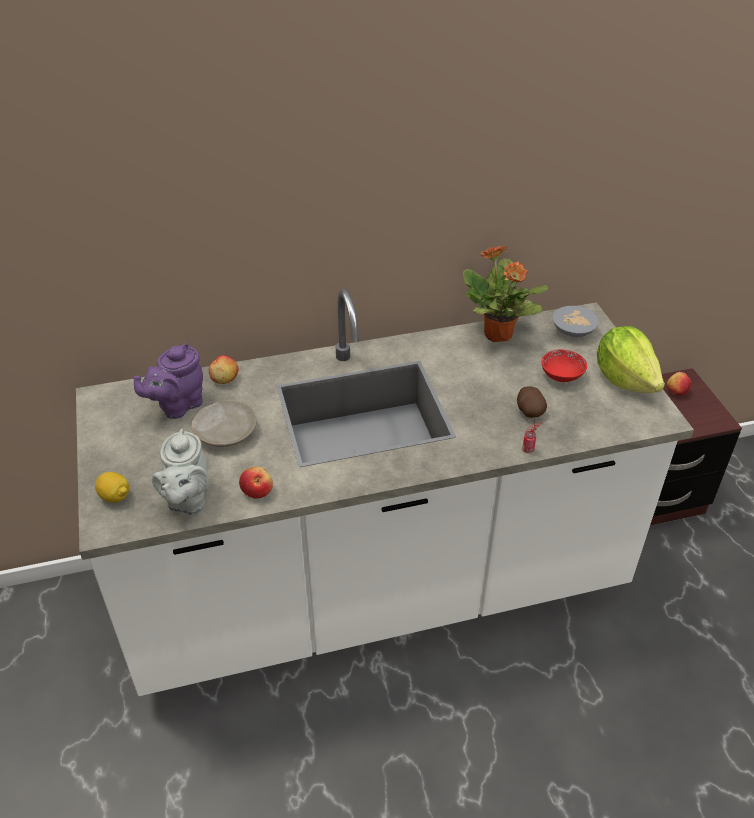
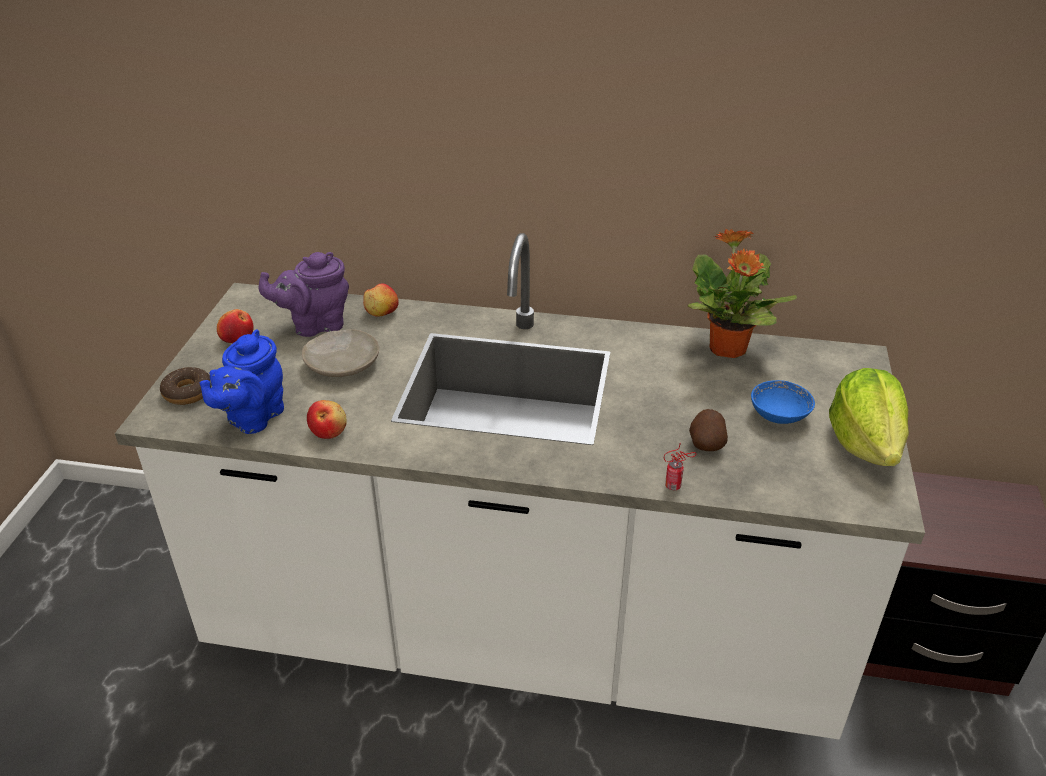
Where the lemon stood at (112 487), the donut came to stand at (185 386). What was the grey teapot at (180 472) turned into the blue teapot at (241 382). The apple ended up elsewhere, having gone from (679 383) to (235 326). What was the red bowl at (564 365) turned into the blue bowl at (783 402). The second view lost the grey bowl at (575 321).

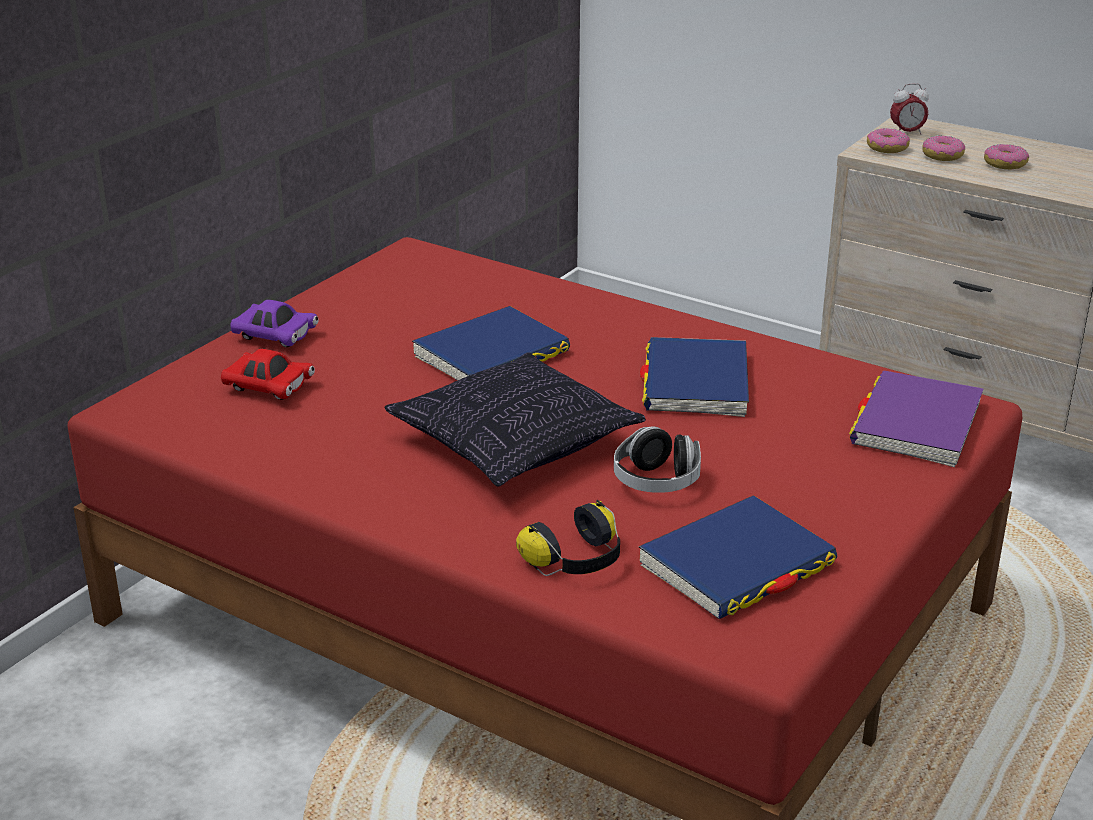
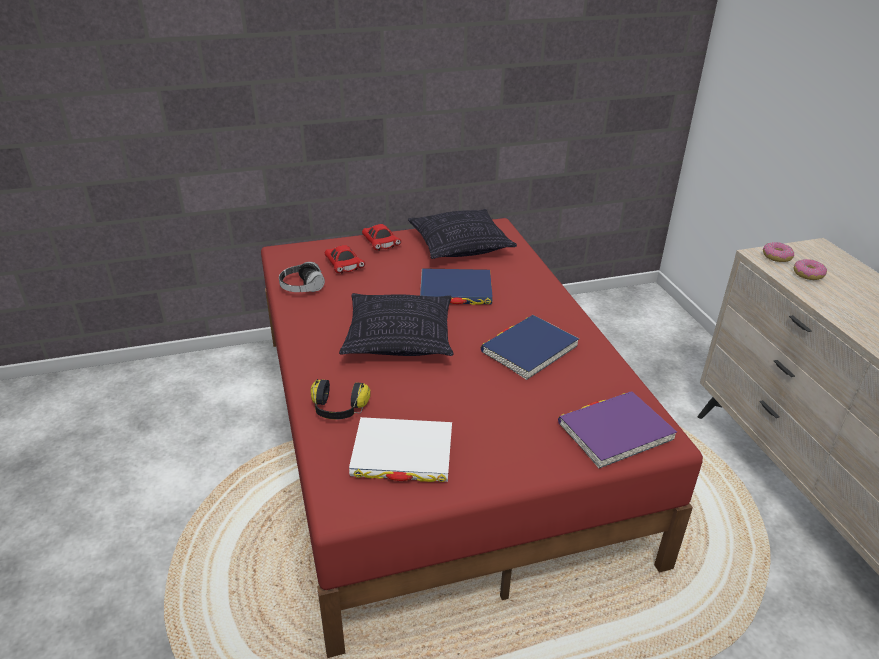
The headphones ended up elsewhere, having gone from (657 459) to (302 277). What was the blue book at (738 557) turned into the white book at (400 449). What was the purple toy car at (274 323) turned into the red toy car at (381 237). The second view gained the pillow at (462 234). The second view lost the alarm clock at (909 108). The second view lost the donut at (1006 156).

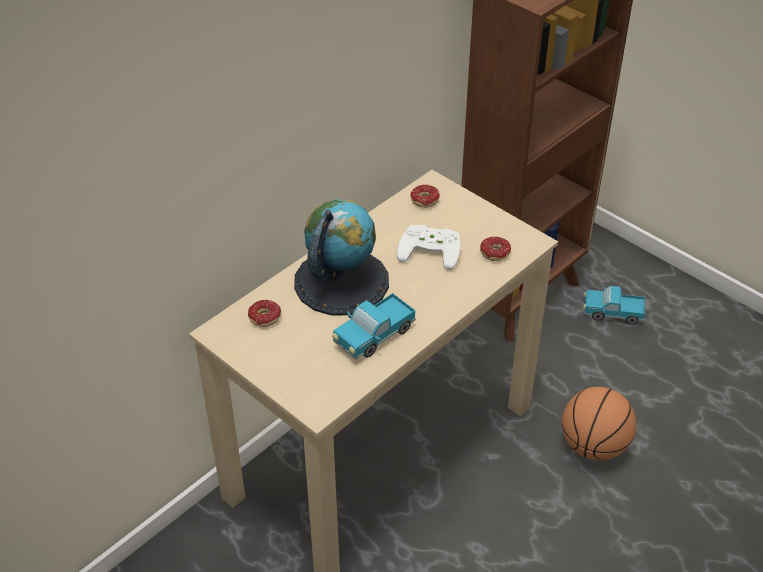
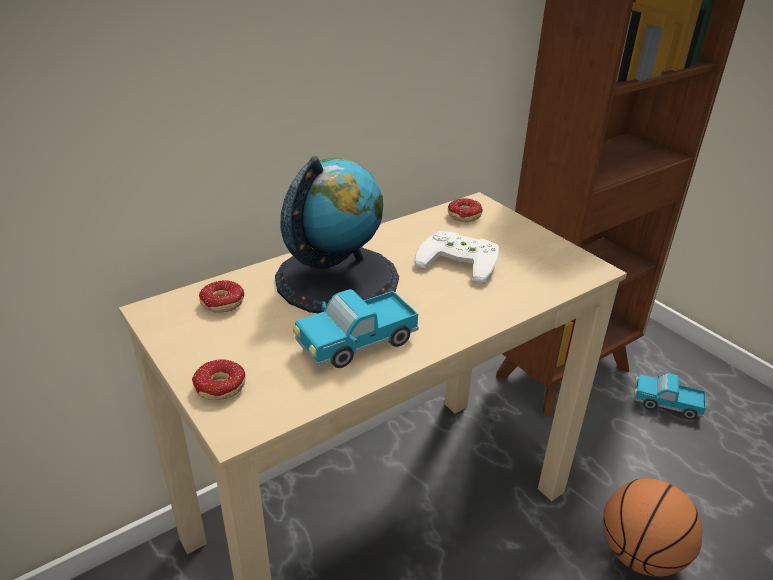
The donut ended up elsewhere, having gone from (495 249) to (219 379).

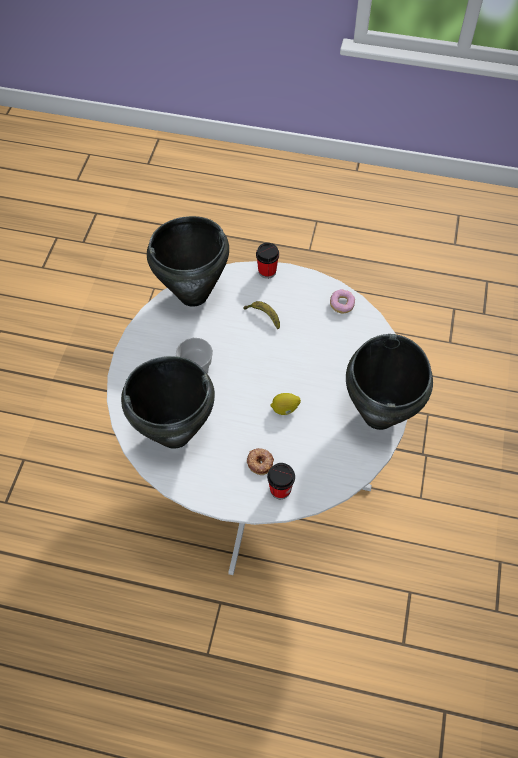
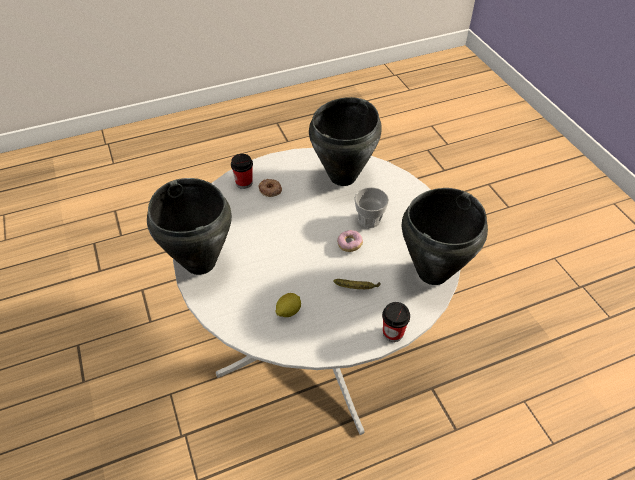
The lemon ended up elsewhere, having gone from (285 404) to (288 305). The donut ended up elsewhere, having gone from (342 301) to (350 241).

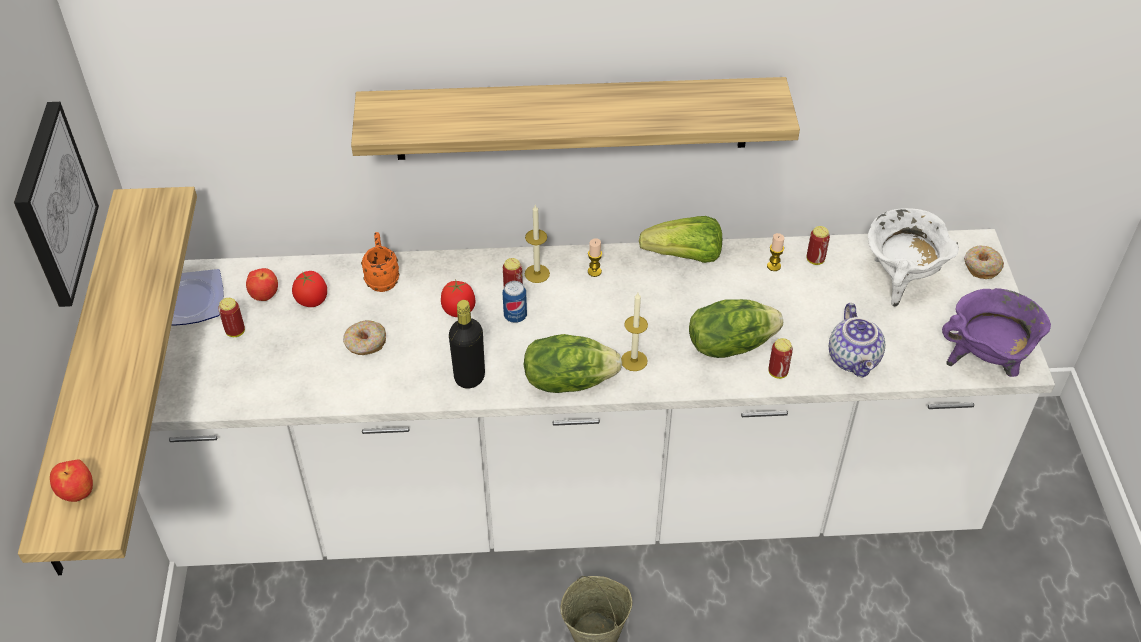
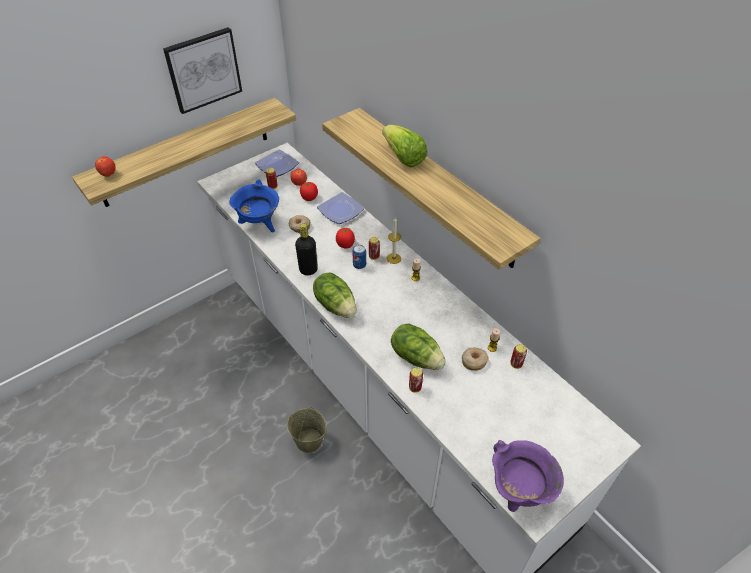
The second view gained the blue cooking pot at (254 205). Where the orange mug stood at (380 262), the plate came to stand at (341 208). The lettuce ended up elsewhere, having gone from (680 239) to (404 146). The donut ended up elsewhere, having gone from (984 262) to (475 359). The second view lost the candle at (634 332). The second view lost the teapot at (857 340). The second view lost the white cooking pot at (913 257).

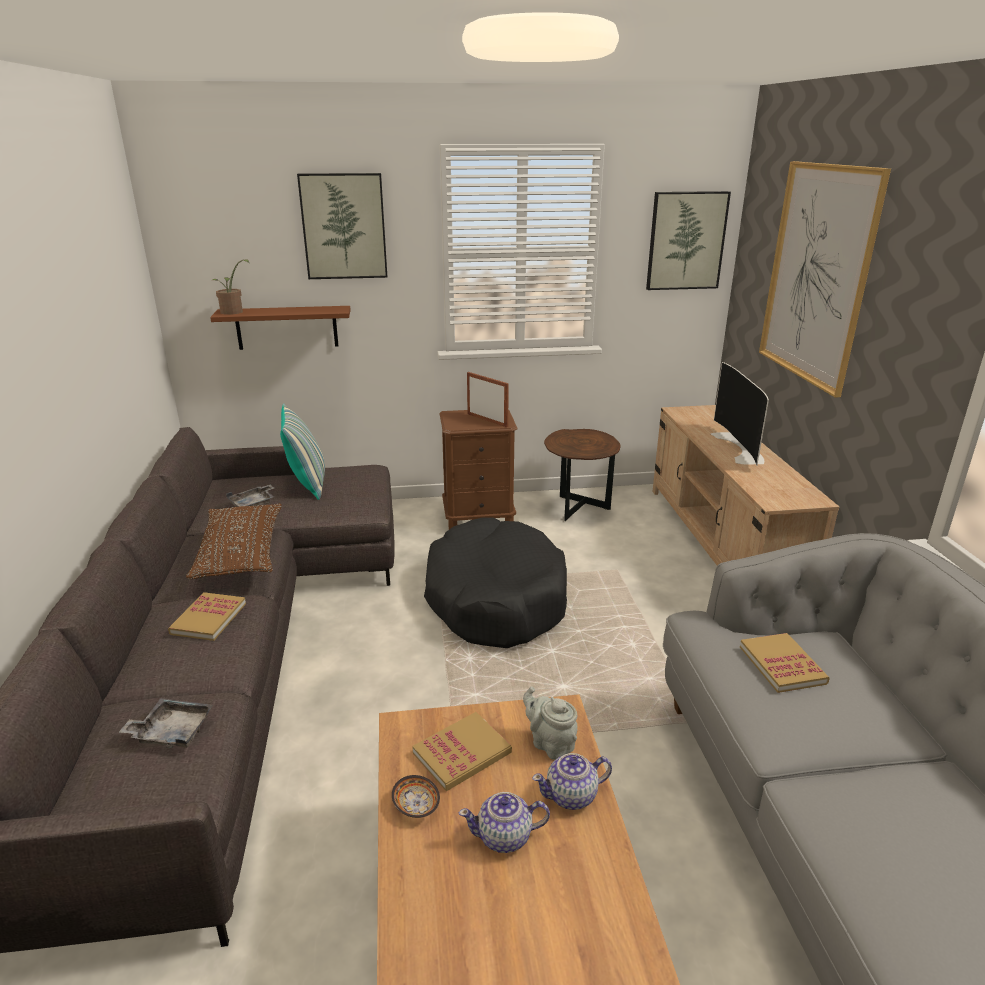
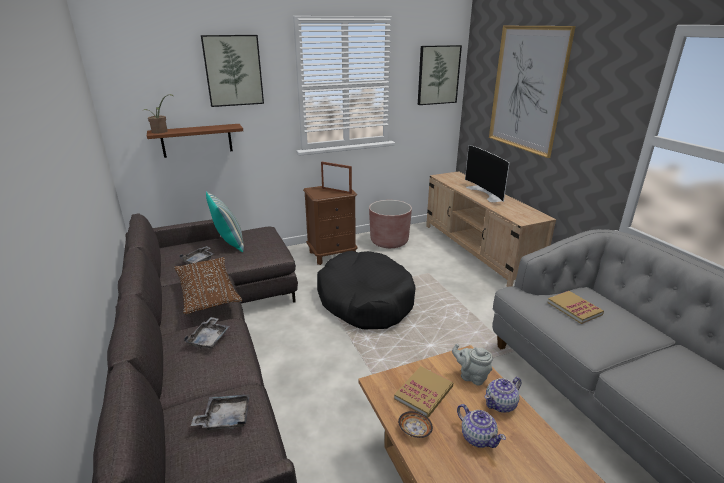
Where the book stood at (207 616), the grey tray came to stand at (207 333). Where the brown side table stood at (582 475), the brown planter came to stand at (390 224). The teapot at (504 822) ended up facing another way, 105 degrees counterclockwise from before.

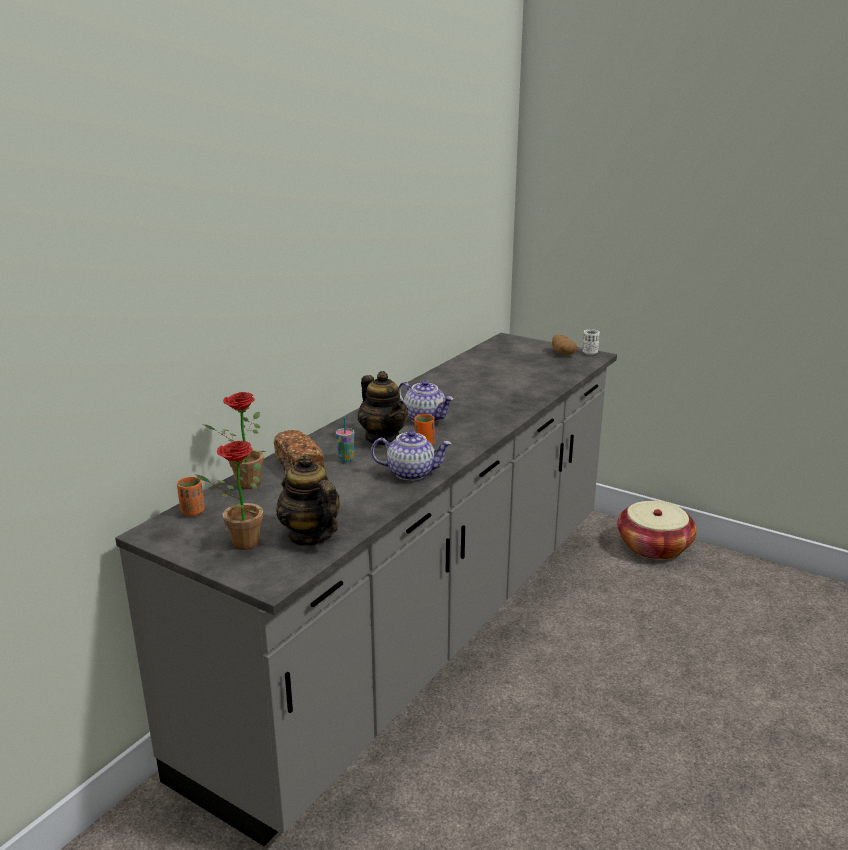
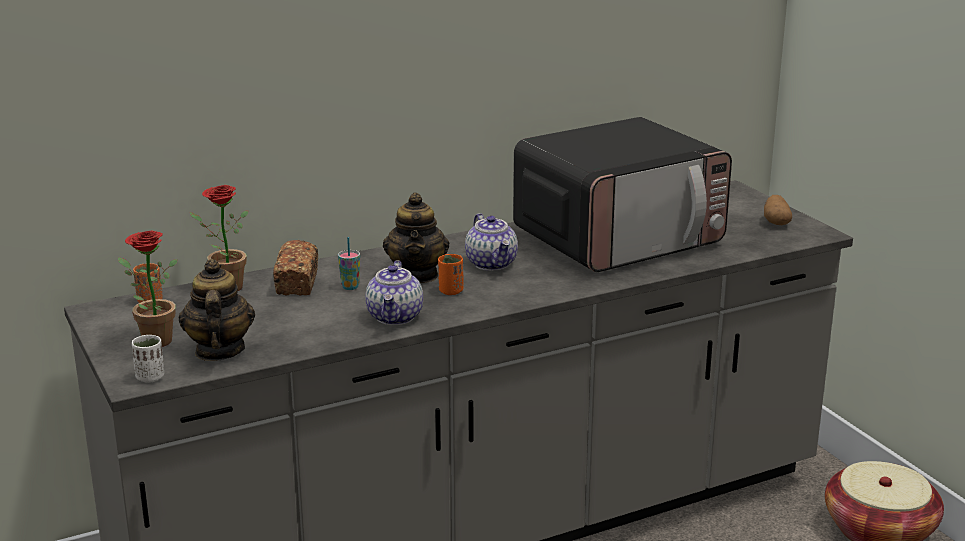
The white cup ended up elsewhere, having gone from (591 342) to (148 359). The teapot at (411 455) ended up facing another way, 60 degrees clockwise from before. The second view gained the microwave at (622 194).

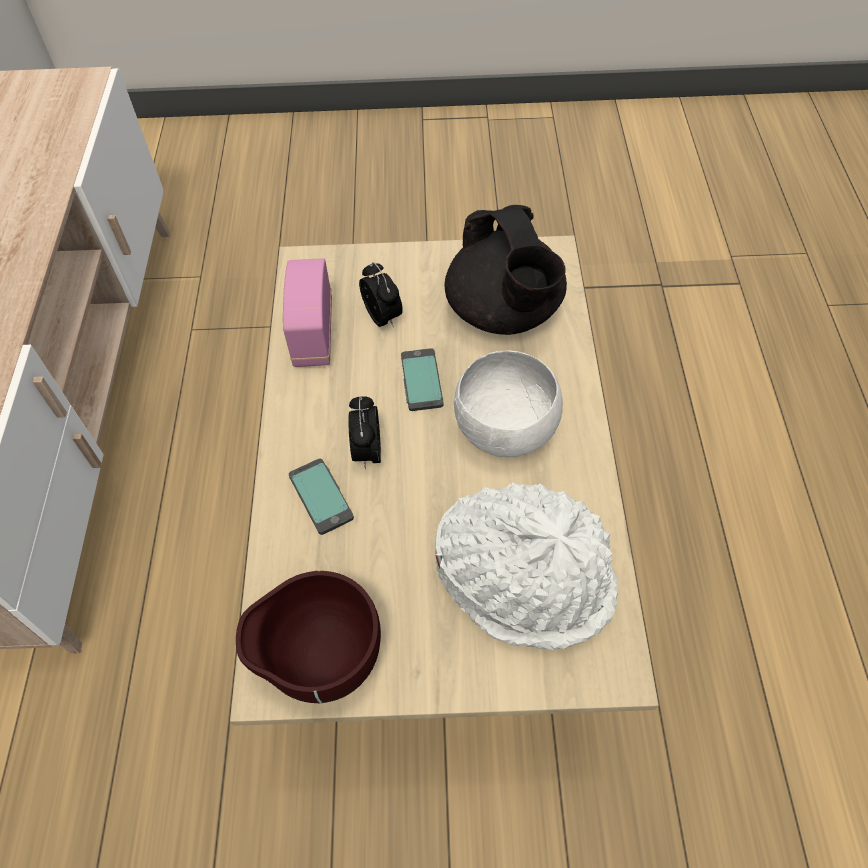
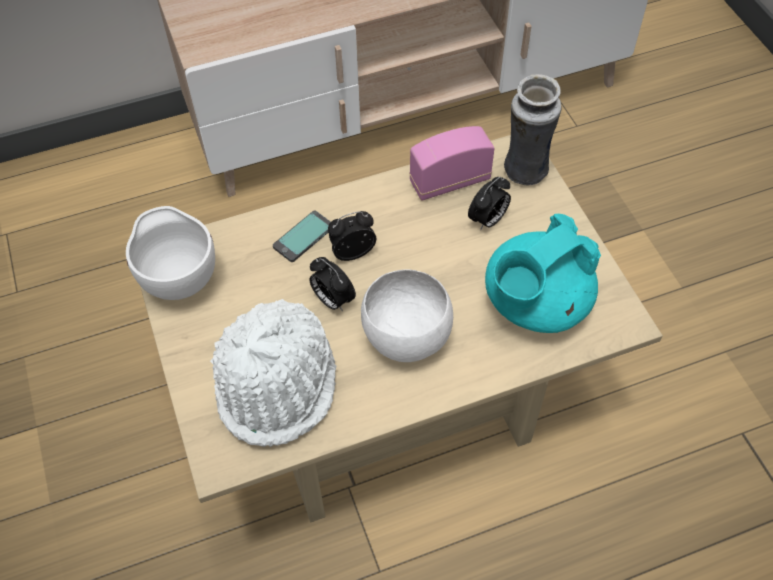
What was the brown bowl at (308 637) turned into the white bowl at (170 253). The second view gained the alarm clock at (332 284). What was the black teapot at (506 270) turned into the turquoise teapot at (543 273). The second view gained the vase at (533 129). The second view lost the phone at (422 379).

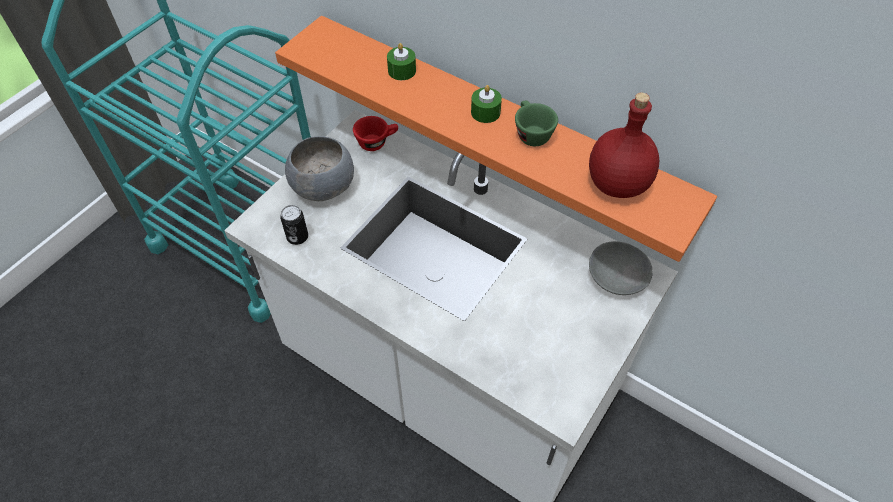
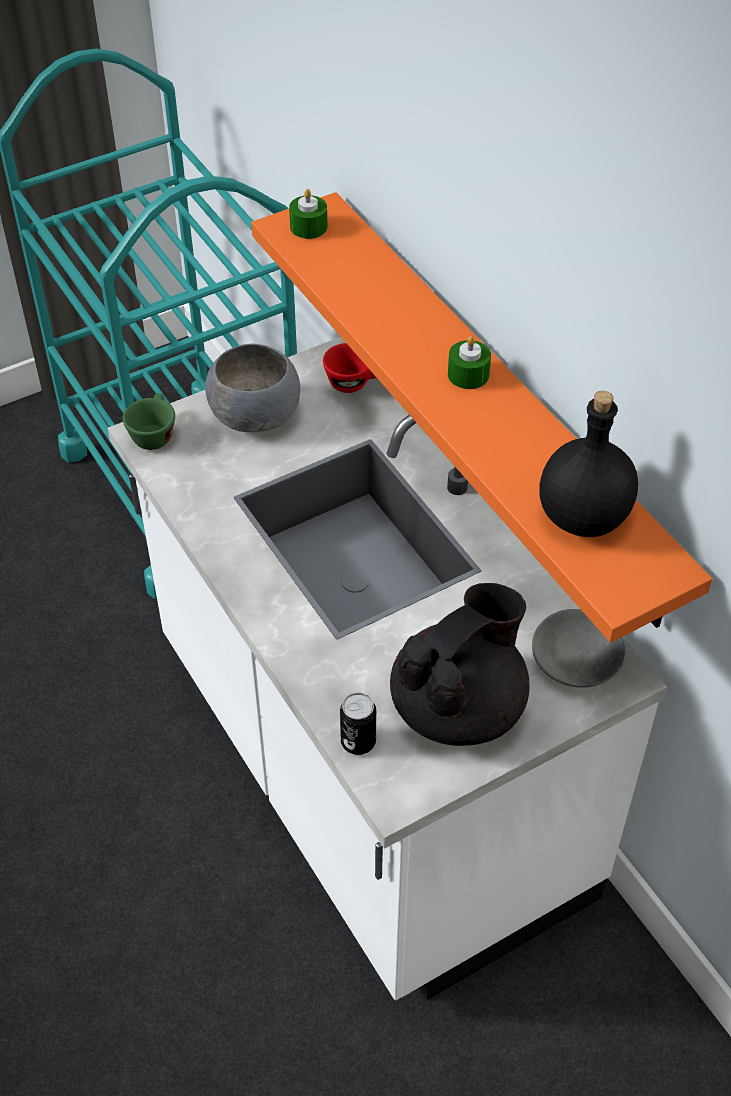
The green cup ended up elsewhere, having gone from (536 123) to (149 421). The green candle ended up elsewhere, having gone from (401 61) to (308 214). The can ended up elsewhere, having gone from (294 225) to (358 724). The second view gained the black teapot at (459 664). What was the red bottle at (624 145) turned into the black bottle at (589 464).

